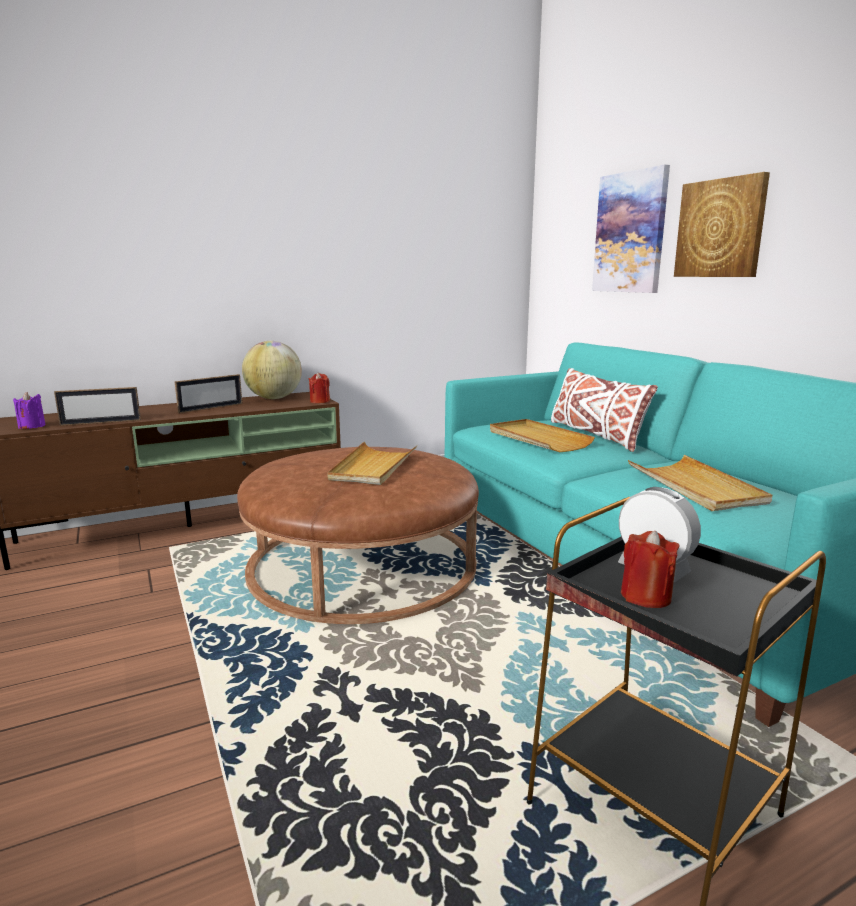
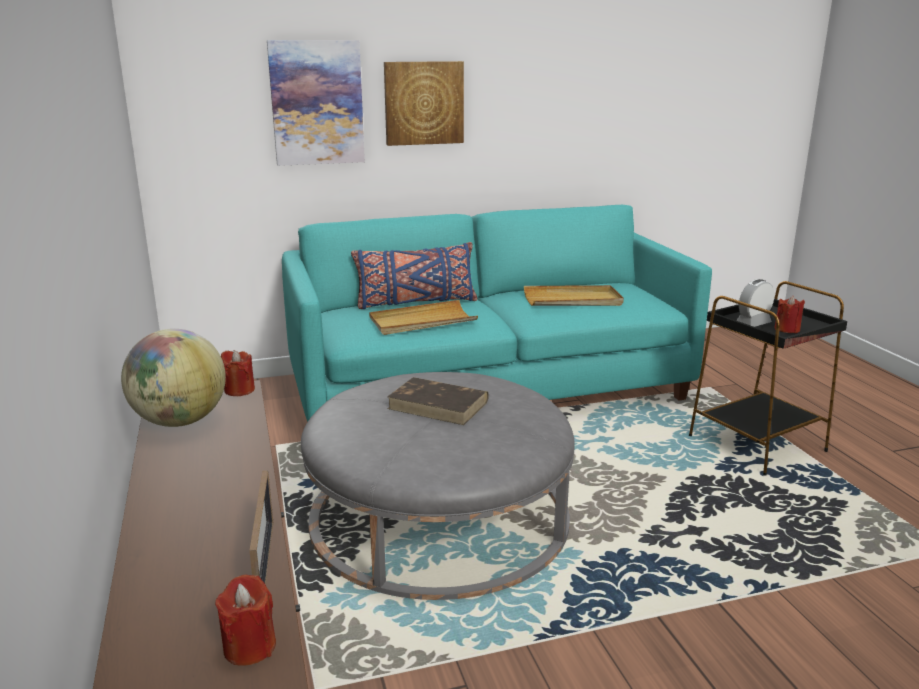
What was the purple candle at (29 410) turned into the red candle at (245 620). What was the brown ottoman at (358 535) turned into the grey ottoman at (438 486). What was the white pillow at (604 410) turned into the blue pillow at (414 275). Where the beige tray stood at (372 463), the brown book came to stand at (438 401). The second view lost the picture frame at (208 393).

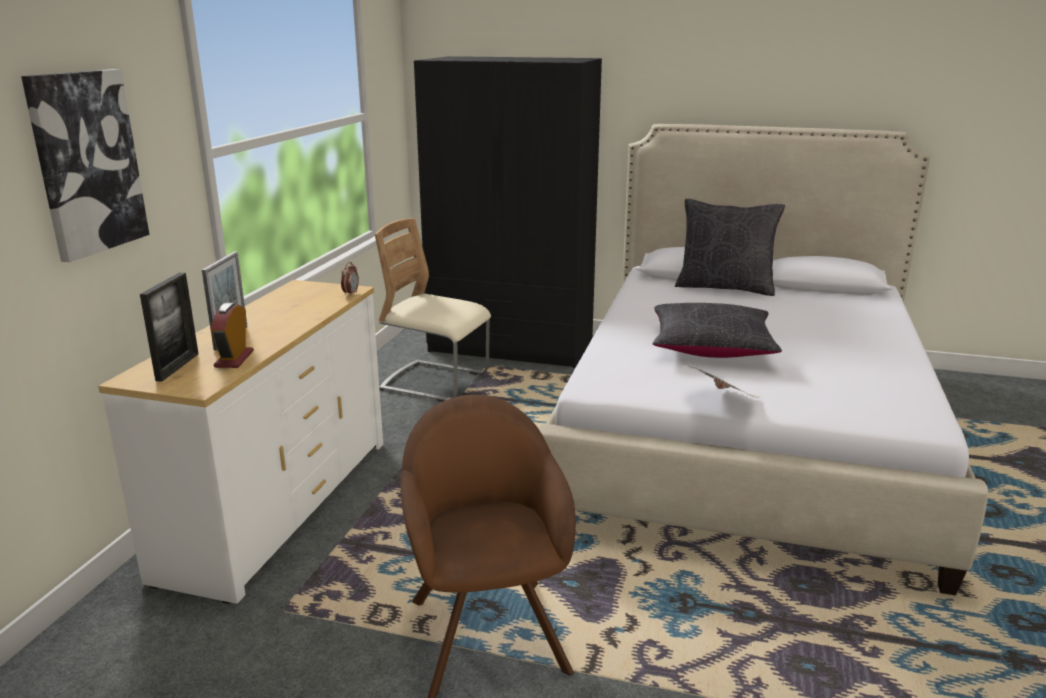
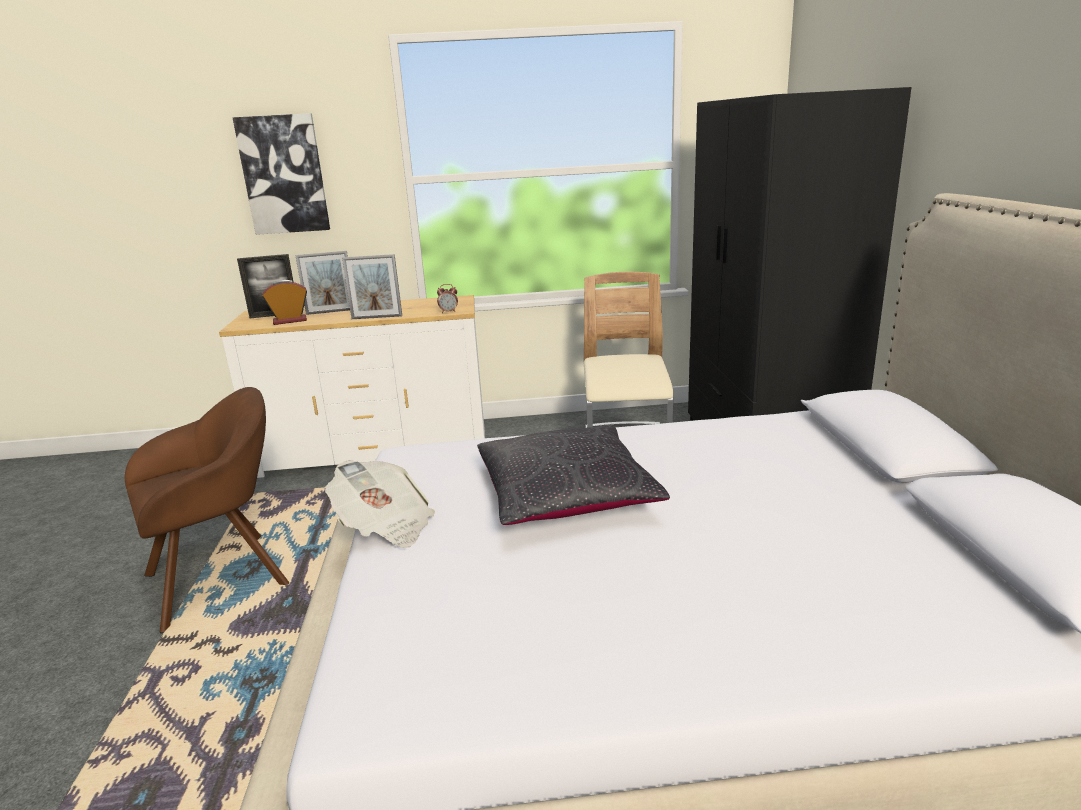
The second view gained the picture frame at (372 286). The second view lost the black pillow at (730 247).

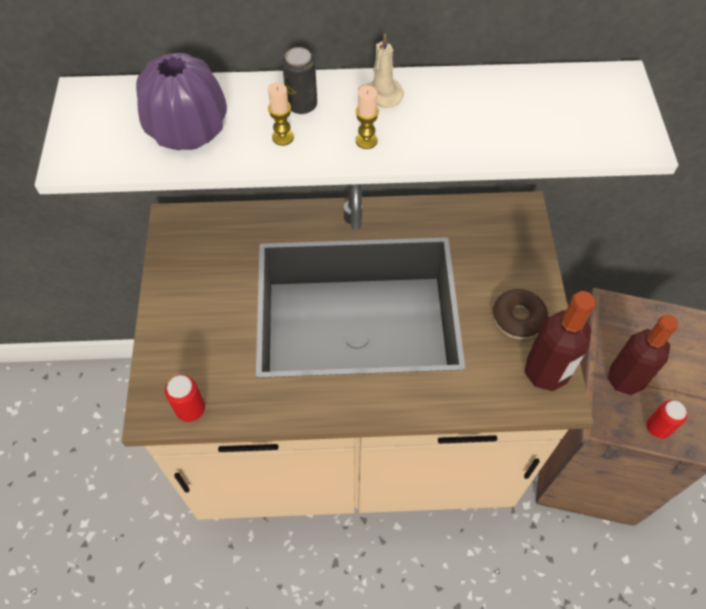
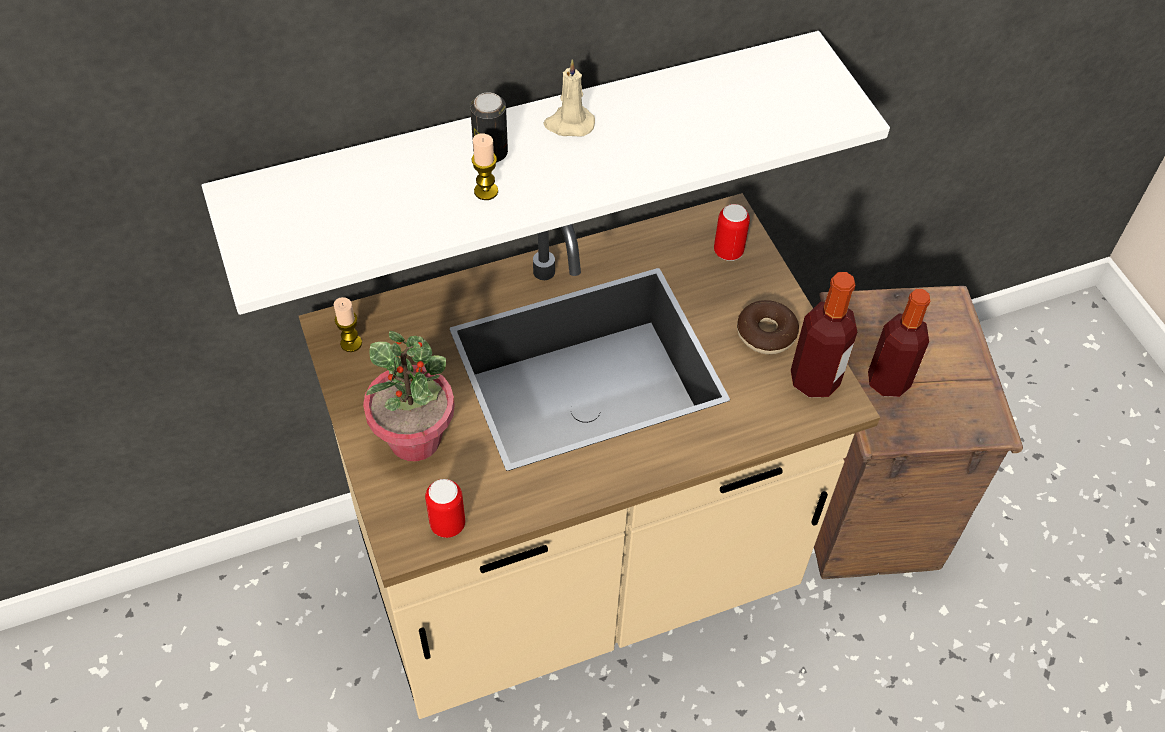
The candle ended up elsewhere, having gone from (367 117) to (348 324). The second view gained the potted plant at (409 396). The can ended up elsewhere, having gone from (667 419) to (732 232). The second view lost the purple vase at (181 101).

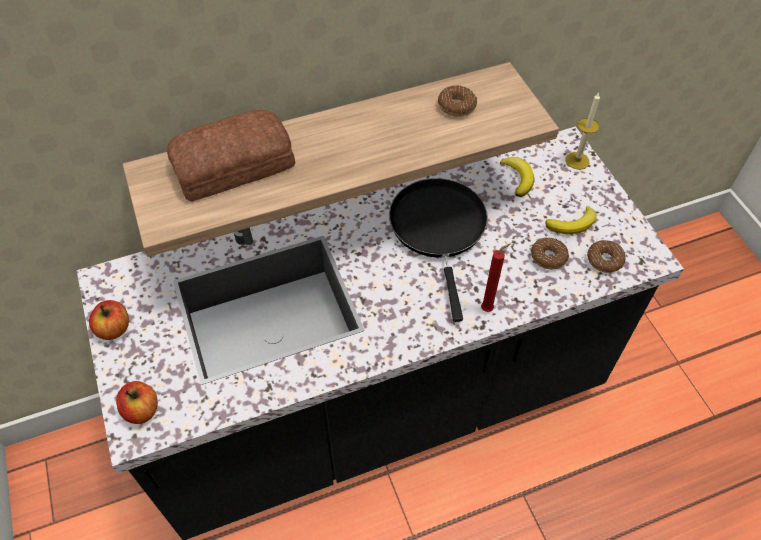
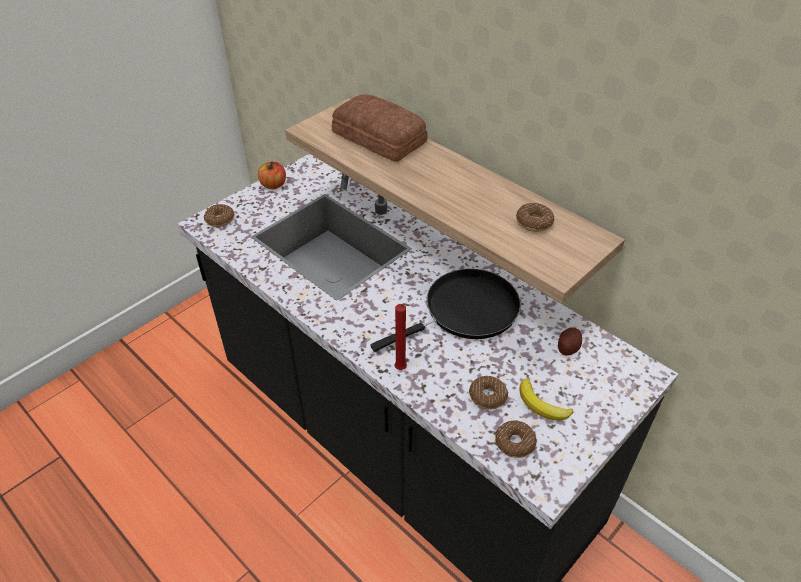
Where the apple stood at (137 402), the donut came to stand at (219 215). Where the banana stood at (517 177), the potato came to stand at (570 341). The second view lost the candle at (583 131).

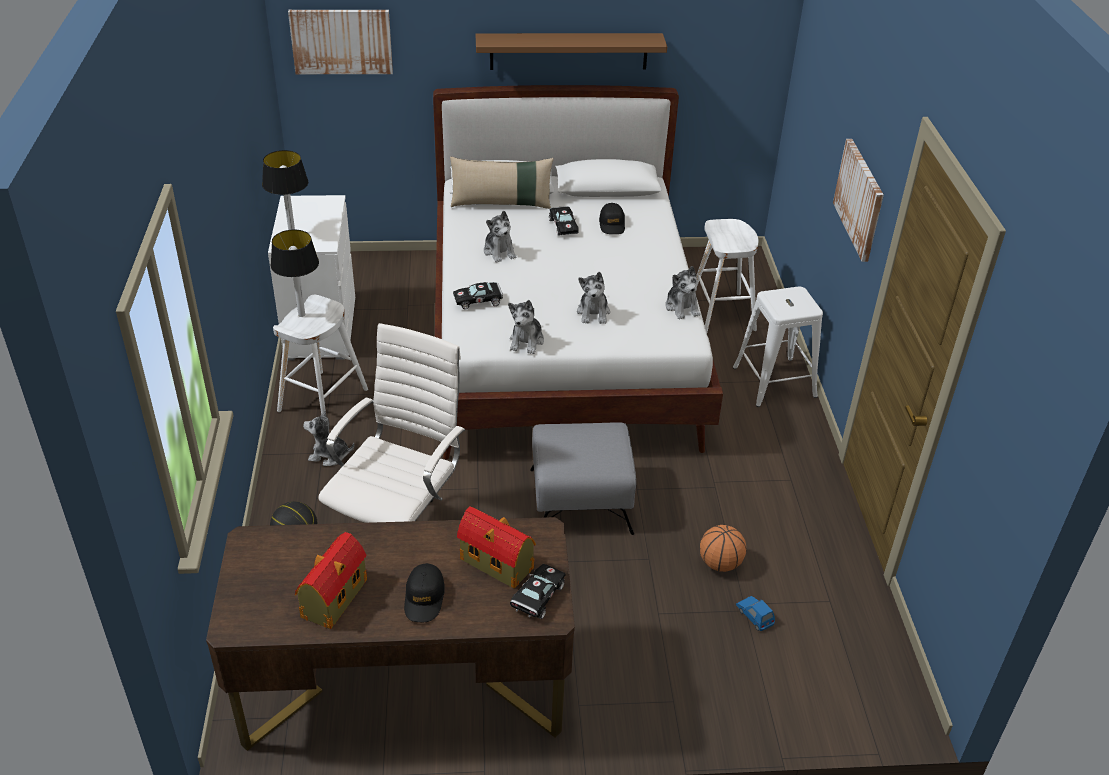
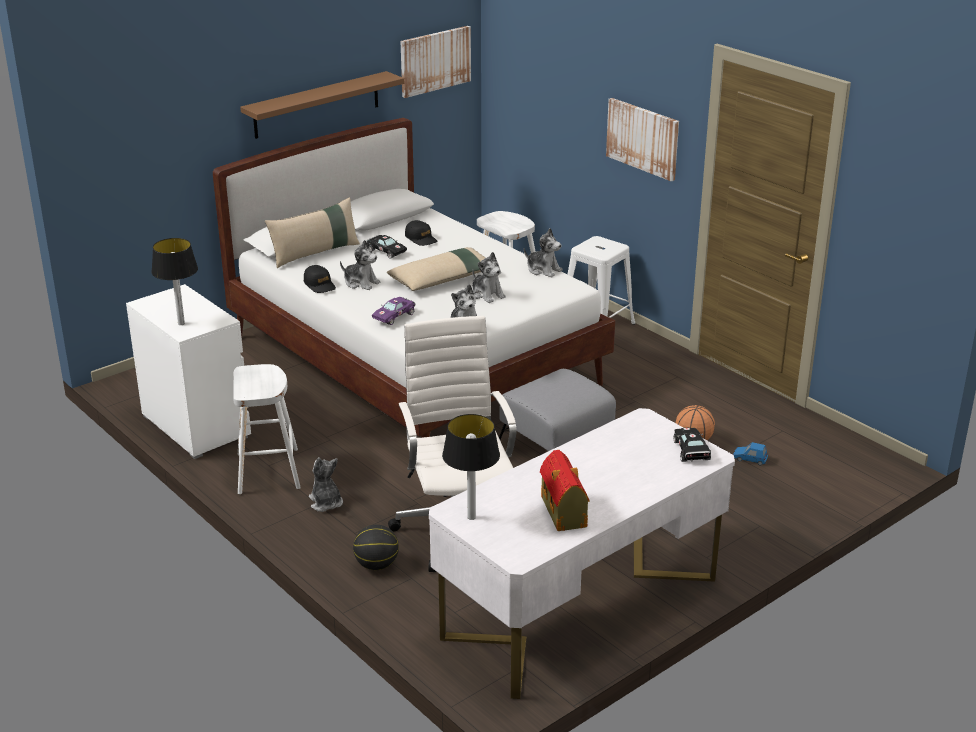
The black cap ended up elsewhere, having gone from (424 592) to (320 279). The plush toy at (329 438) ended up facing another way, 90 degrees clockwise from before. What was the black toy car at (478 295) turned into the purple toy car at (393 311). The second view gained the beige pillow at (436 269). The picture ended up elsewhere, having gone from (340 42) to (436 62). What was the brown desk at (390 634) turned into the white desk at (582 553). The table lamp ended up elsewhere, having gone from (295 273) to (471 467). The second view lost the toy house at (496 547).

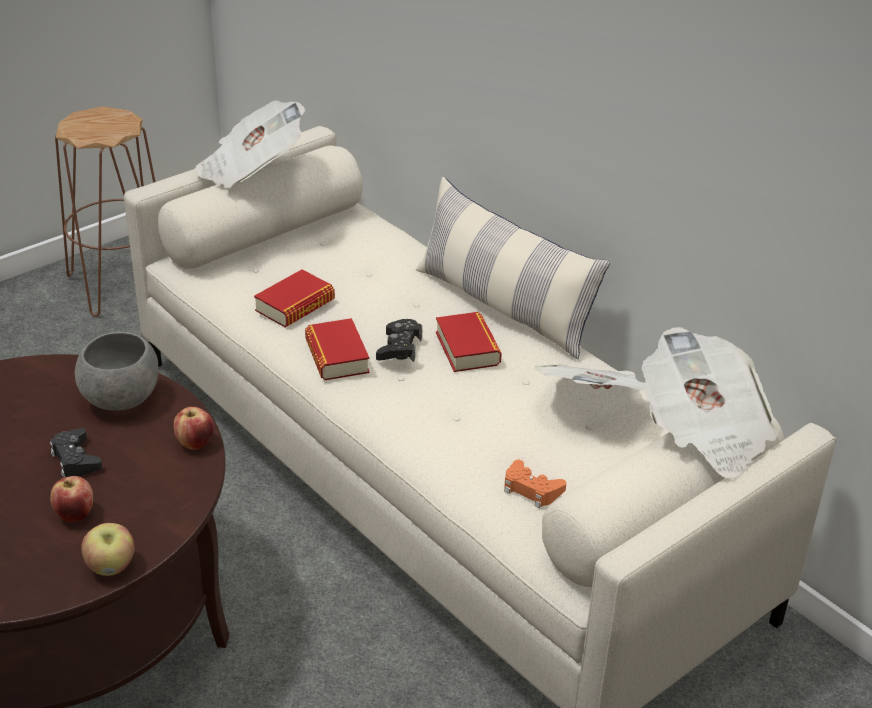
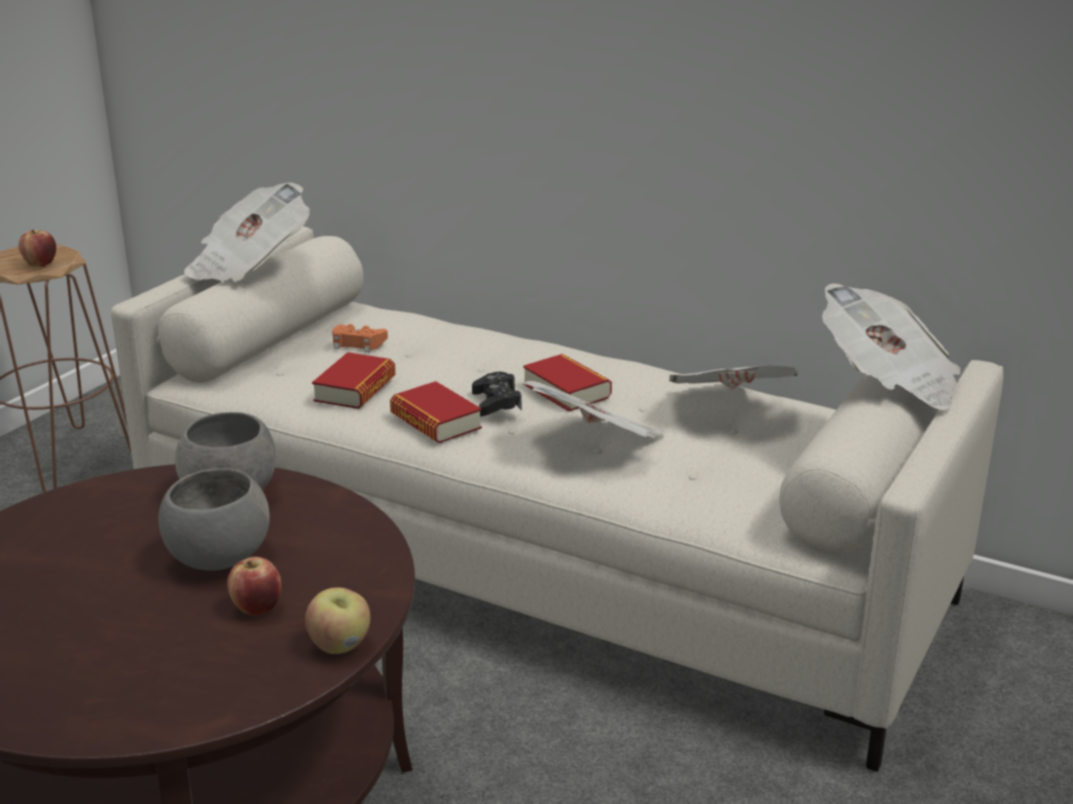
The apple ended up elsewhere, having gone from (194 428) to (37 248). Where the black game controller stood at (76 453), the grey bowl came to stand at (213 519). The orange game controller ended up elsewhere, having gone from (535 484) to (360 338). The second view gained the newspaper at (595 409). The second view lost the pillow at (513 268).

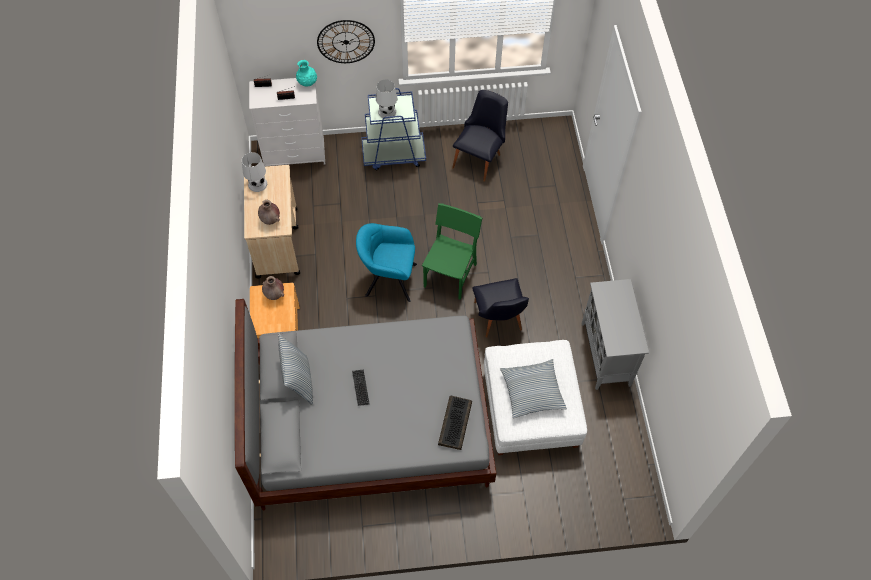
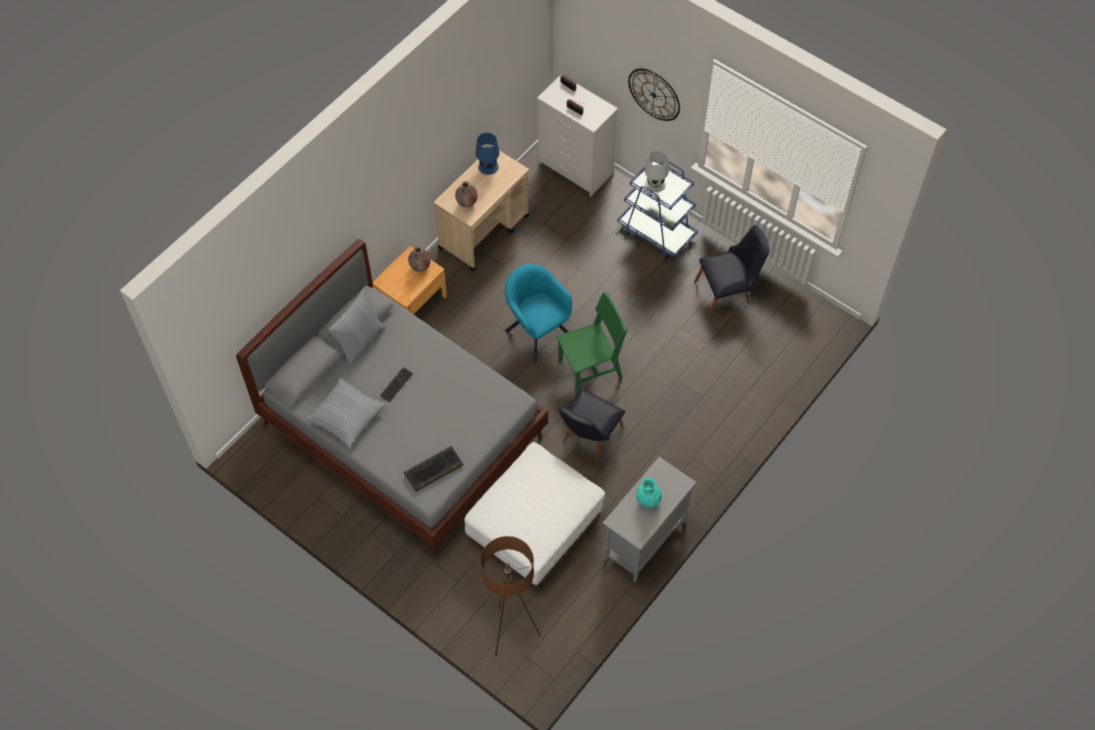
The pillow ended up elsewhere, having gone from (533 388) to (345 412). What was the white table lamp at (254 172) turned into the blue table lamp at (487 154). The second view gained the brown floor lamp at (511 596). The turquoise vase ended up elsewhere, having gone from (306 73) to (649 493).

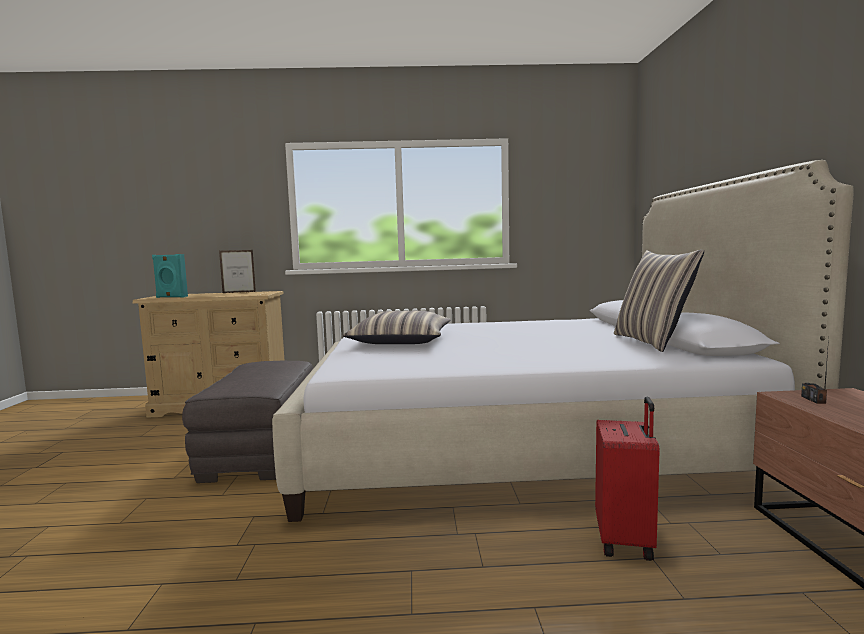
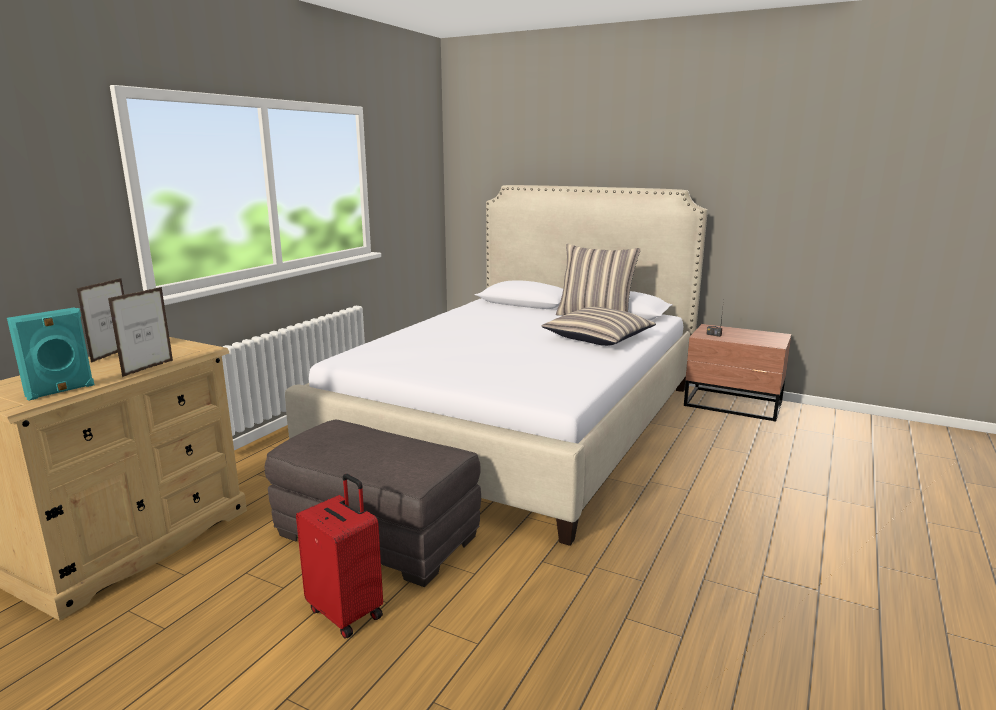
The second view gained the picture frame at (140 332). The red suitcase ended up elsewhere, having gone from (627 479) to (339 556). The pillow ended up elsewhere, having gone from (396 327) to (598 326).

